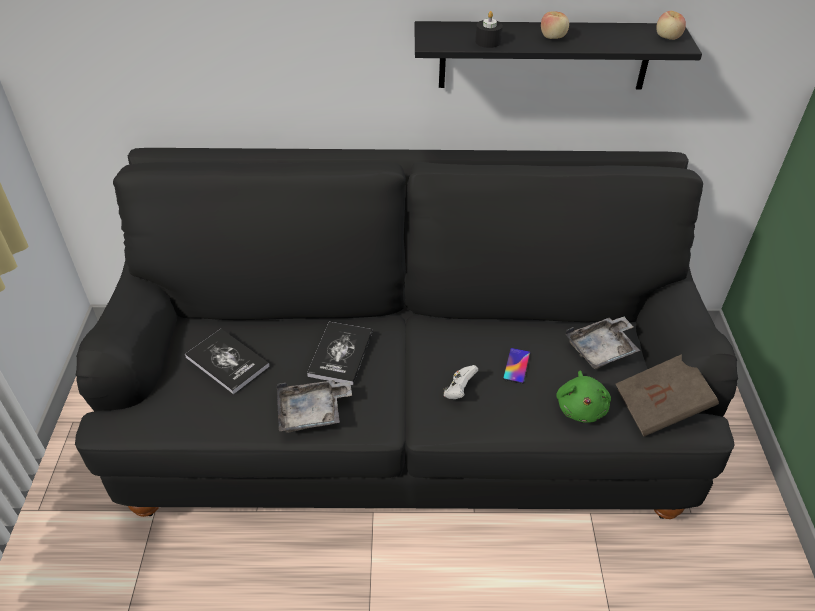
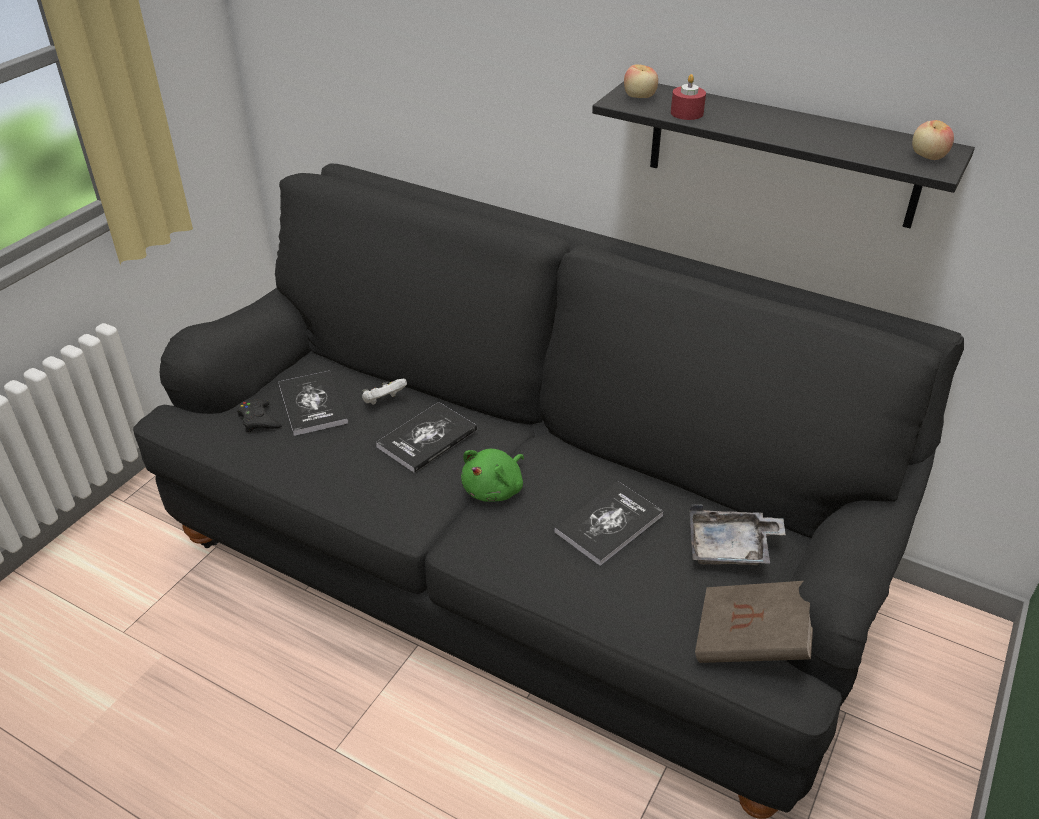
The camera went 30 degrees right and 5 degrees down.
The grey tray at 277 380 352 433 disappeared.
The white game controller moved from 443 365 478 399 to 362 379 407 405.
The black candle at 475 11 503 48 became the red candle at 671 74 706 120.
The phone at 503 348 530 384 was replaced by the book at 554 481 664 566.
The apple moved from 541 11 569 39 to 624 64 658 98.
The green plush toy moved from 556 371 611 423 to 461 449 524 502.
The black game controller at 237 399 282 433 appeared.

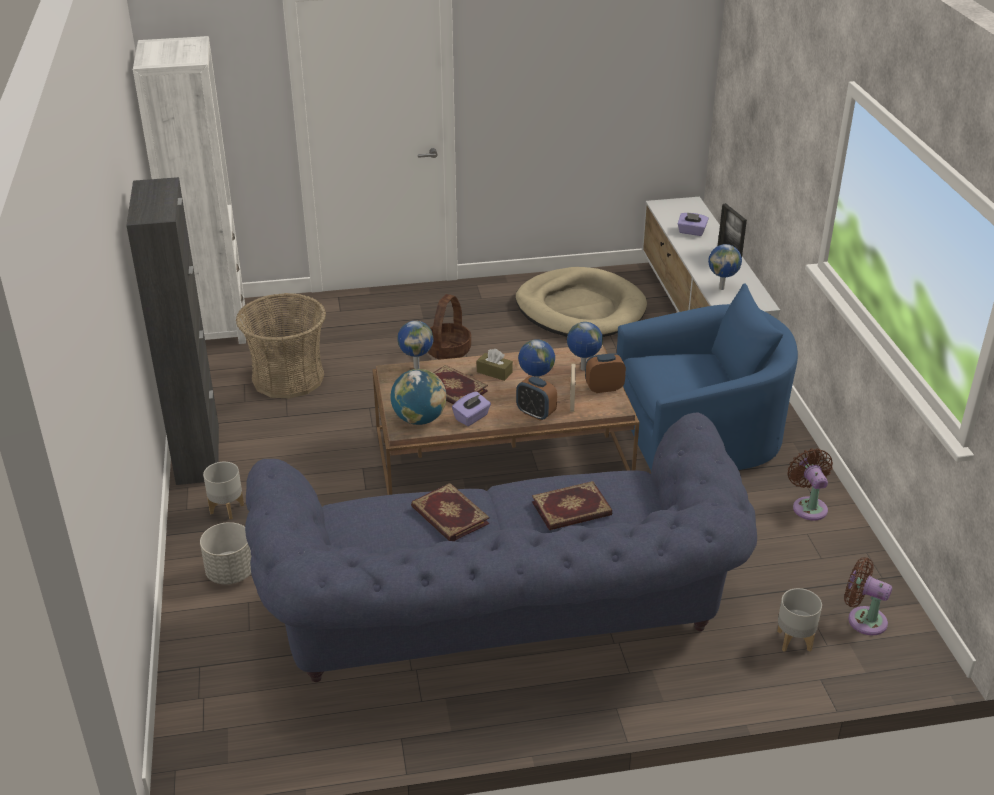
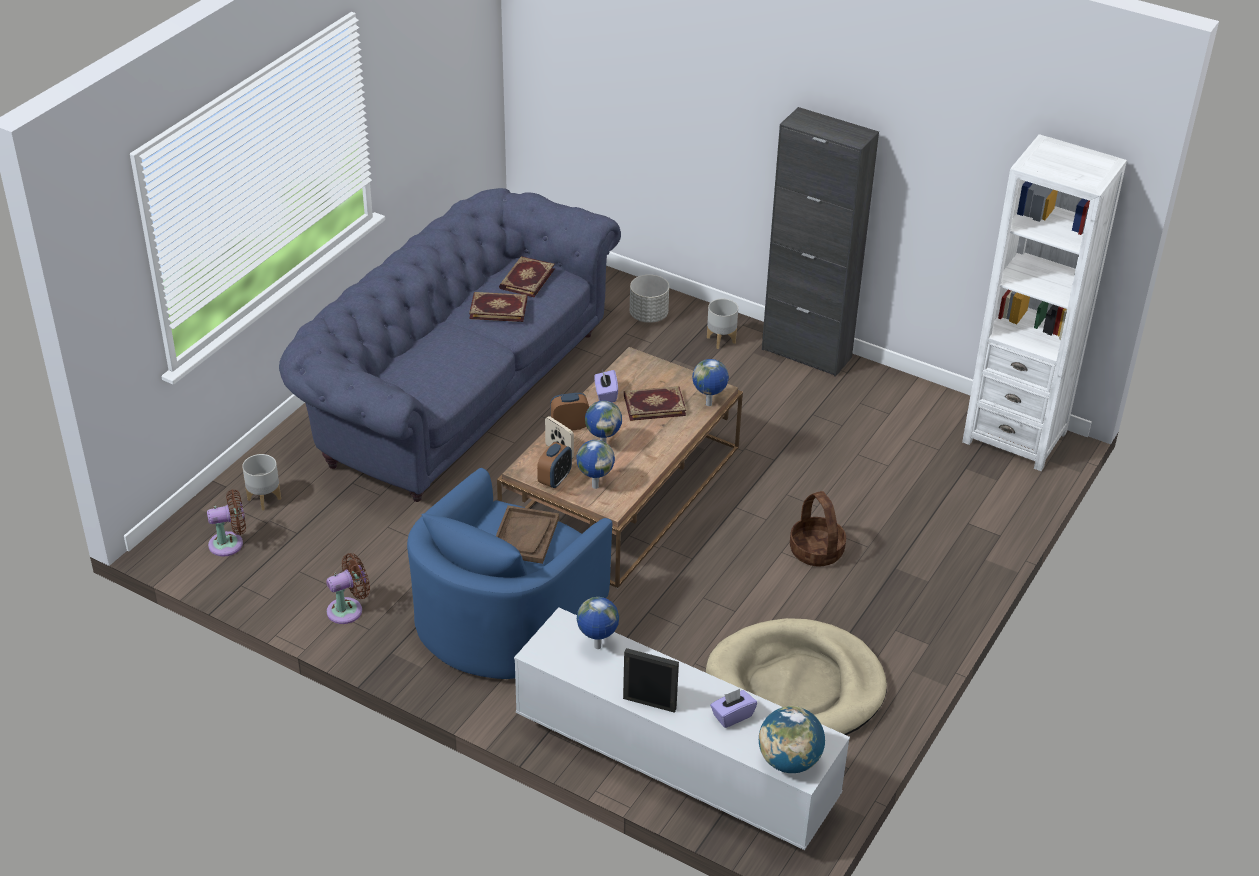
The camera went 130 degrees right and 5 degrees up.
The basket at 236 293 326 399 disappeared.
The globe moved from 391 369 447 425 to 759 706 825 773.
The brown tissue box at 477 349 513 381 disappeared.
The book moved from 532 481 612 530 to 499 256 555 297.
The brown fan at 787 449 833 521 turned 60 degrees counterclockwise.
The brown tray at 496 505 559 564 appeared.

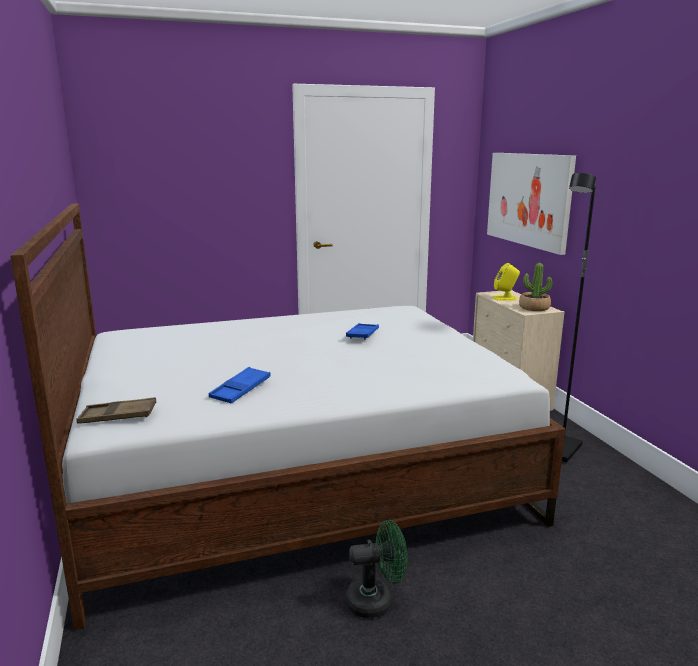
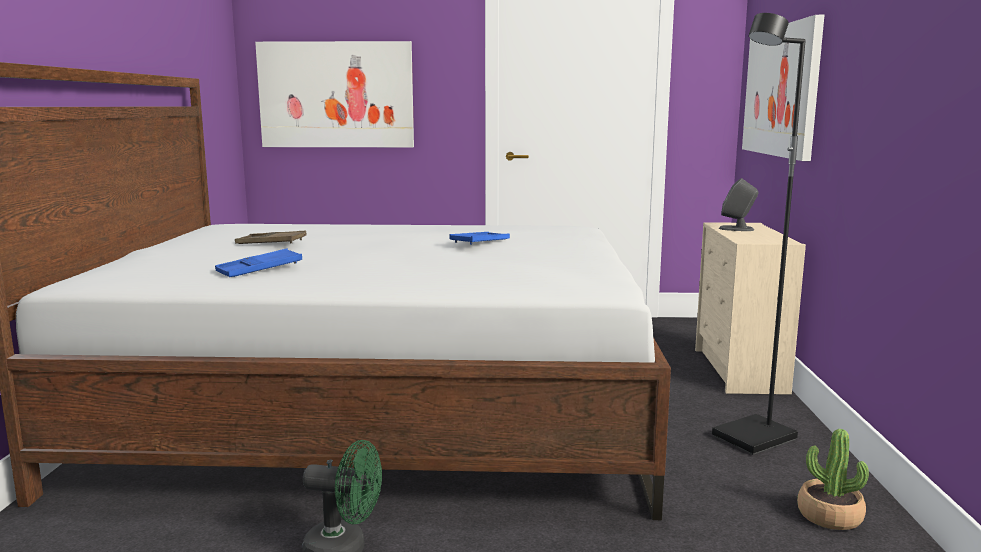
The camera went 20 degrees right and 5 degrees down.
The brown tray moved from 76 397 156 424 to 235 231 306 244.
The yellow speaker at 493 263 520 301 became the grey speaker at 719 178 758 231.
The potted plant moved from 519 263 552 311 to 797 429 869 530.
The picture at 255 41 414 147 appeared.

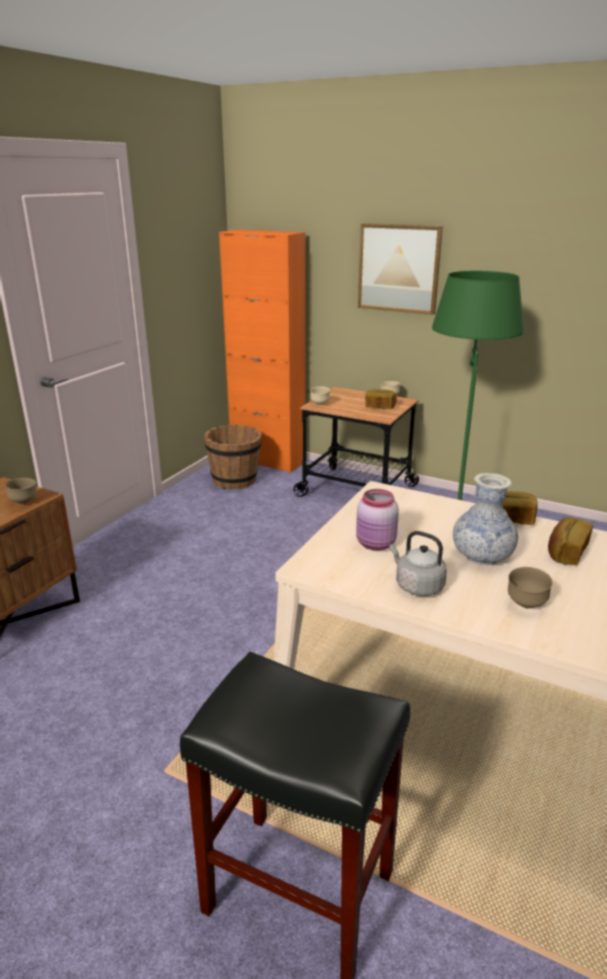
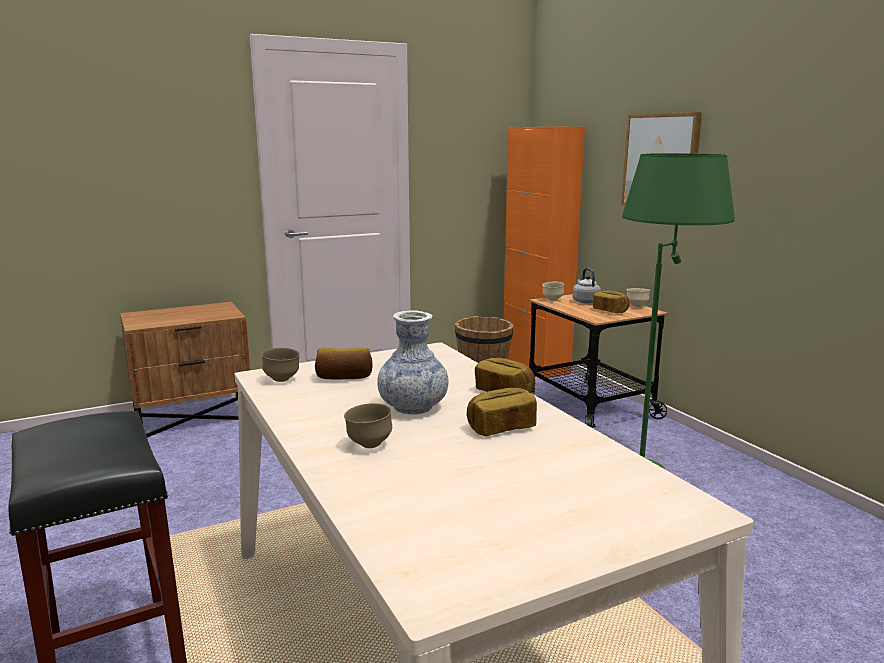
The camera went 35 degrees right and 10 degrees down.
The brown bowl moved from 5 478 37 505 to 262 348 300 382.
The pink jar at 356 489 399 550 was replaced by the bread at 315 348 373 380.
The grey kettle moved from 389 531 447 596 to 573 268 601 303.

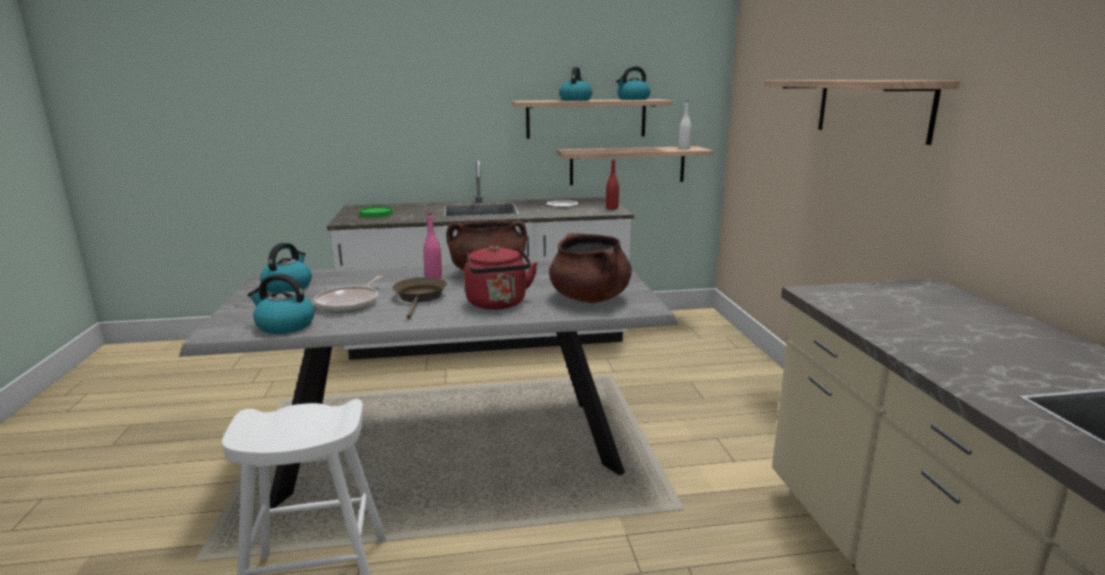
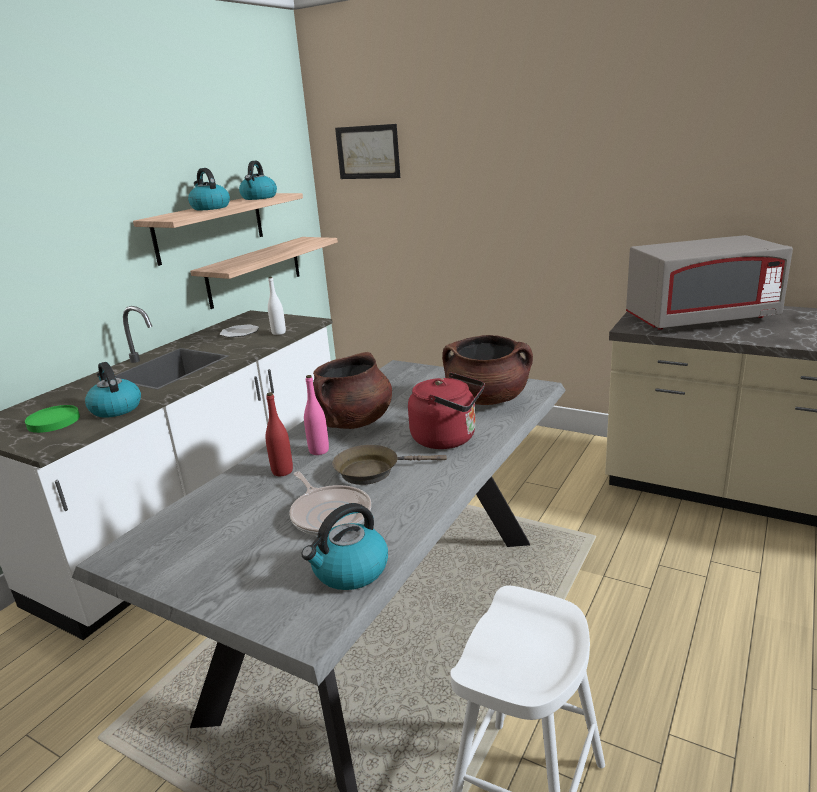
The camera went 50 degrees left and 5 degrees up.
The kettle moved from 260 243 312 293 to 85 362 141 418.
The brown frying pan at 393 277 447 319 turned 45 degrees counterclockwise.
The red bottle moved from 606 159 619 210 to 265 392 293 476.
The white bottle moved from 679 101 692 150 to 268 277 286 335.
The shelf at 764 80 960 145 disappeared.
The picture at 335 124 400 179 appeared.
The grey microwave at 626 235 793 330 appeared.

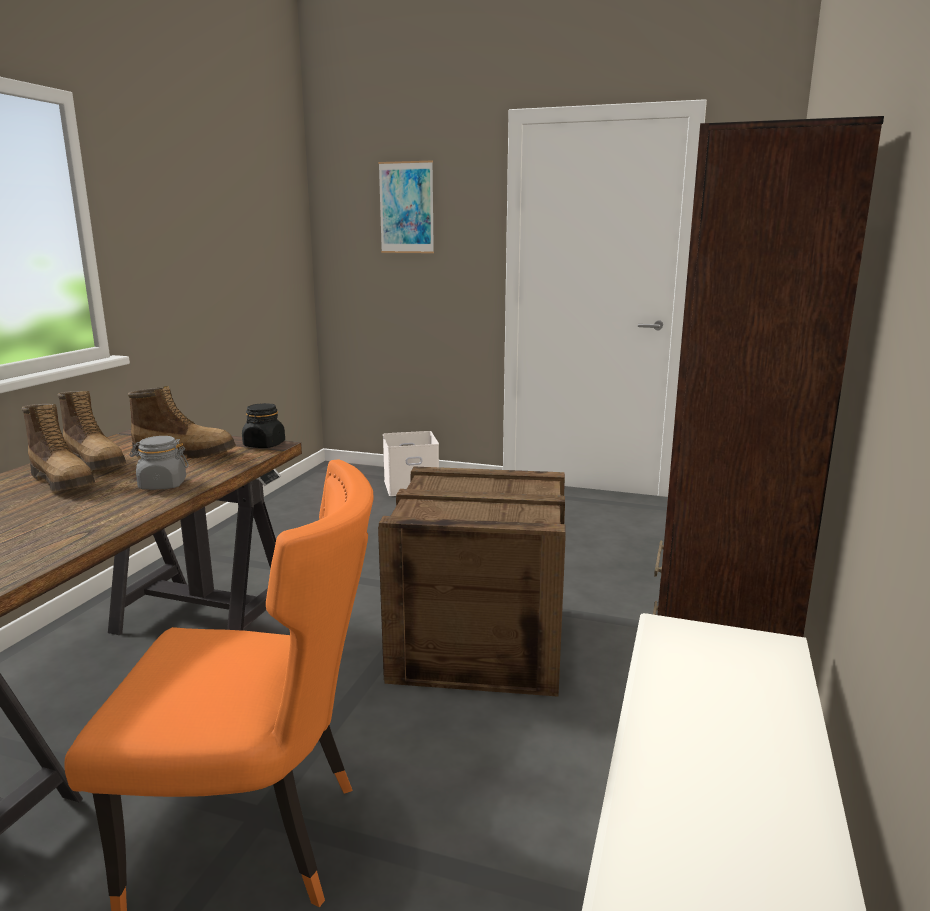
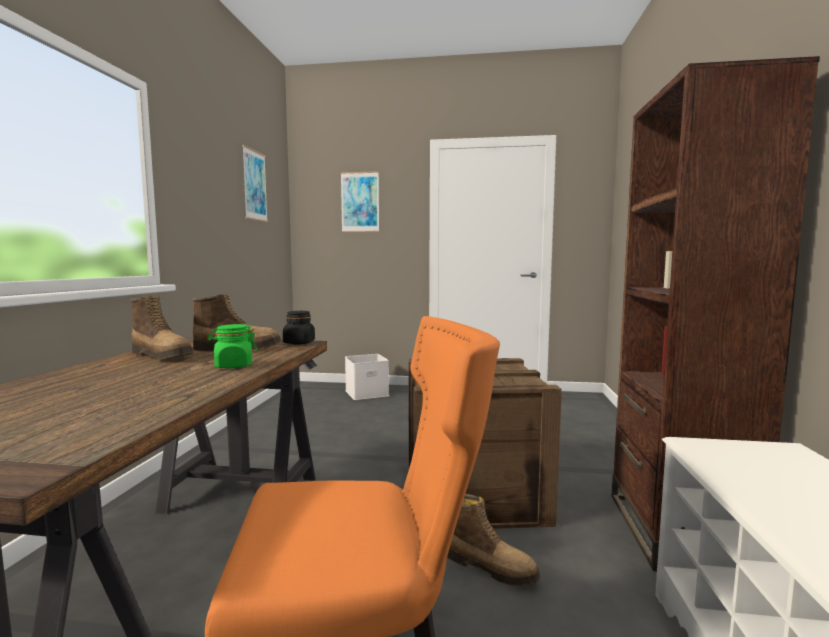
The camera went 10 degrees left and 10 degrees down.
The boot moved from 22 404 95 491 to 447 494 540 586.
The grey jar at 129 436 189 490 became the green jar at 208 324 257 368.
The picture at 242 145 268 222 appeared.

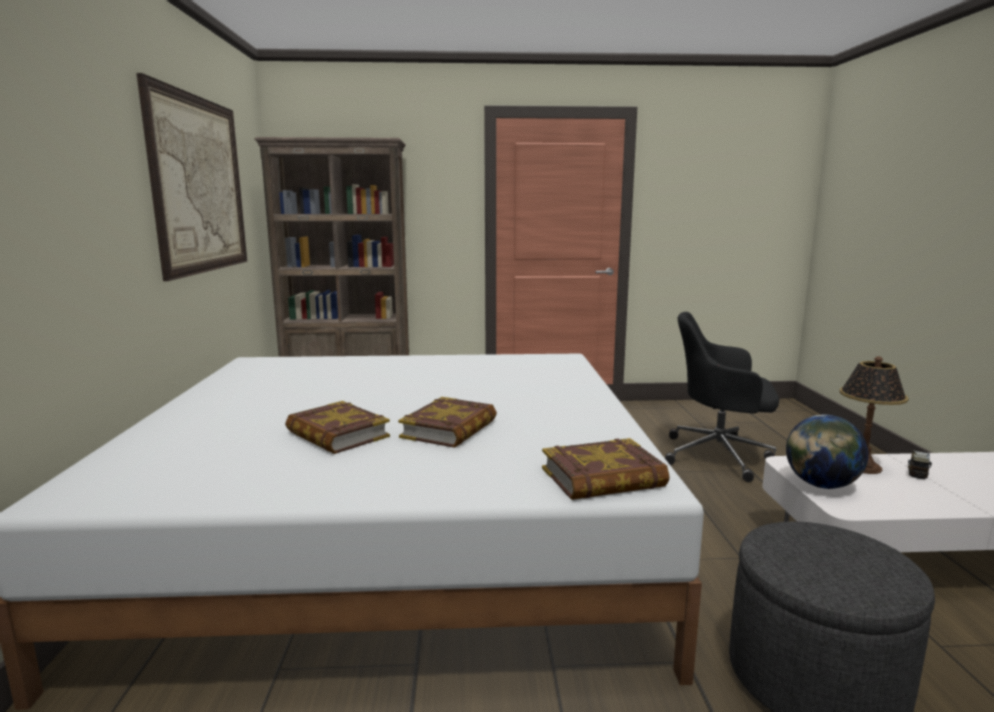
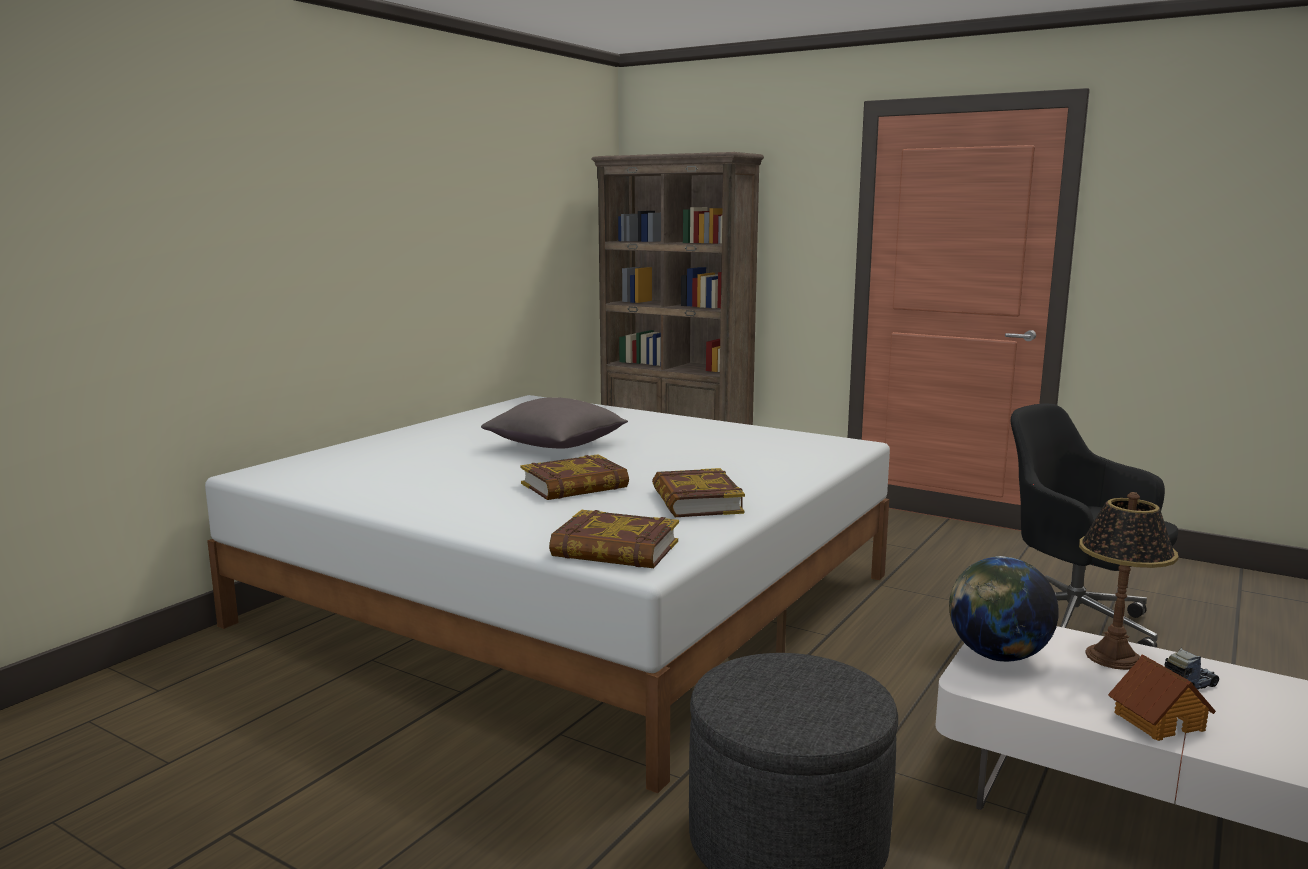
The camera went 35 degrees right and 0 degrees up.
The picture at 136 73 247 281 disappeared.
The book moved from 285 401 390 454 to 652 468 745 517.
The grey pillow at 481 397 628 449 appeared.
The toy house at 1108 654 1216 741 appeared.

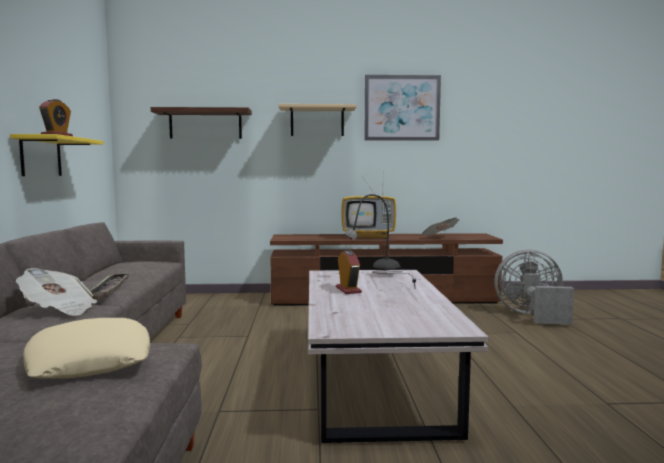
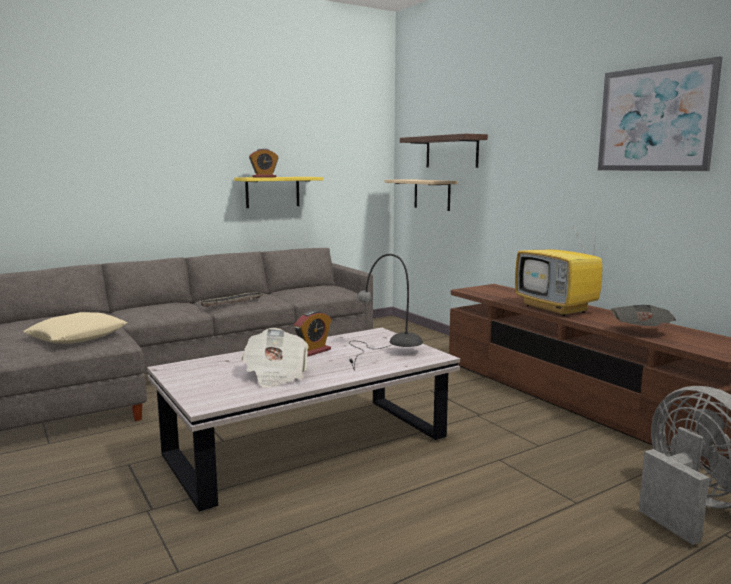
The camera went 60 degrees right and 5 degrees up.
The newspaper moved from 16 268 97 316 to 241 328 309 388.
The beige shelf moved from 278 104 357 136 to 384 179 458 211.

